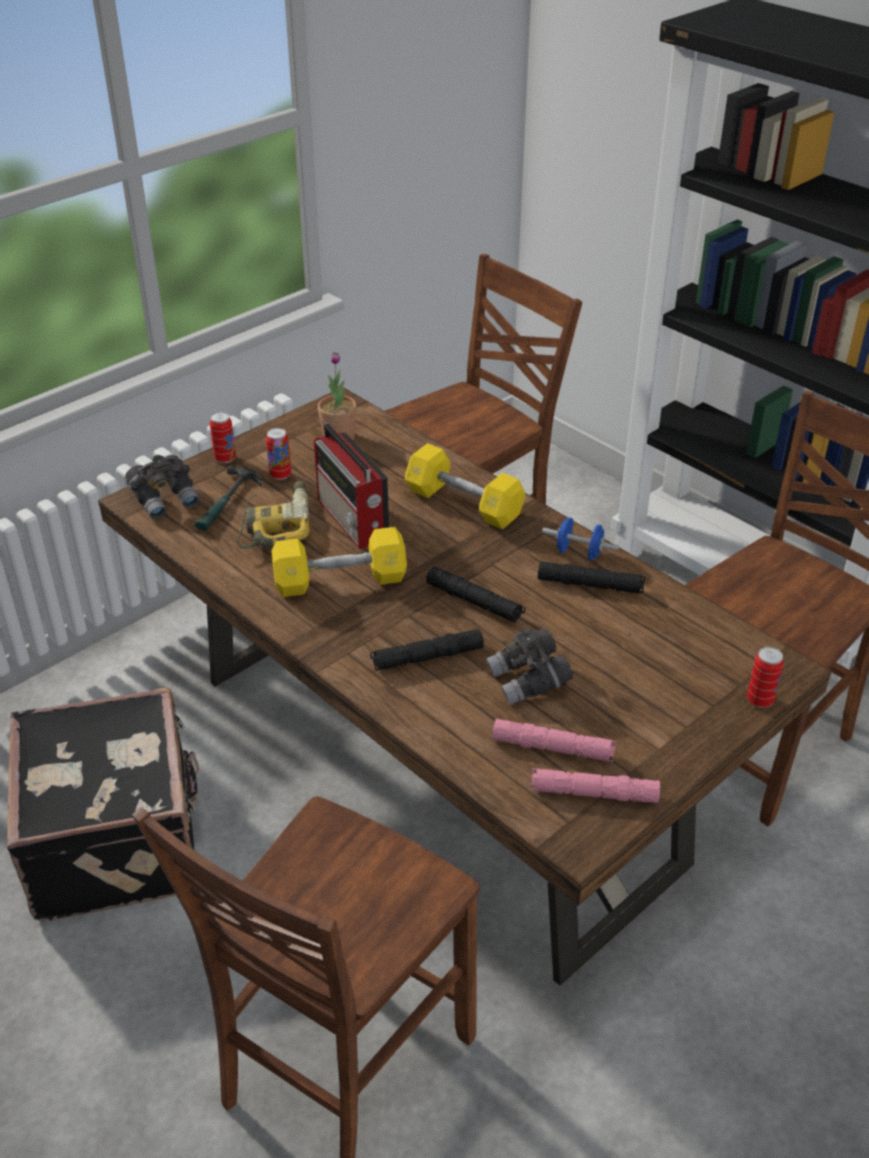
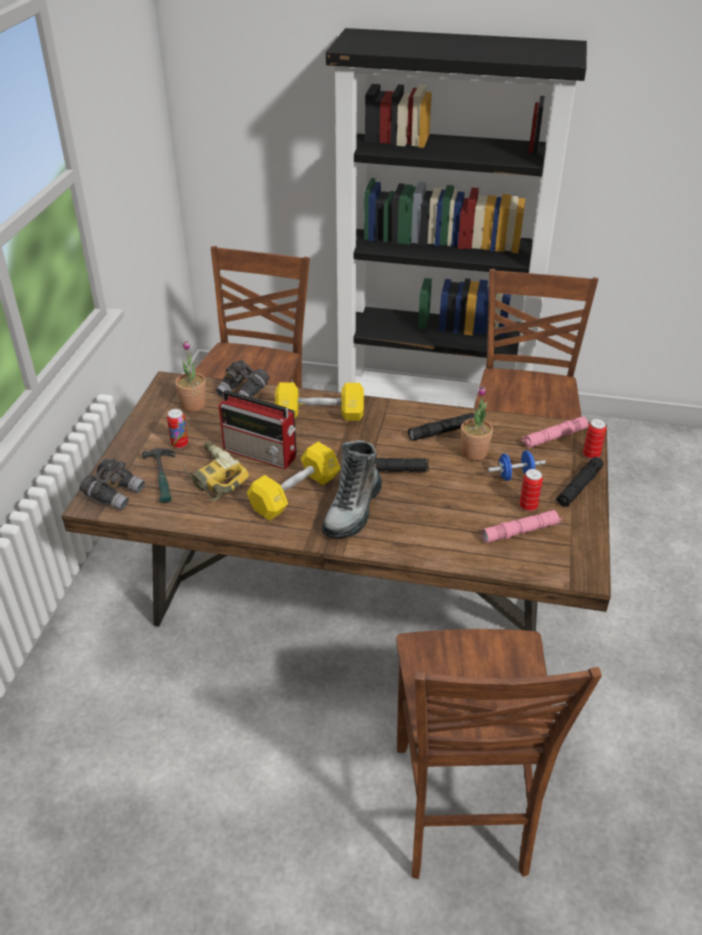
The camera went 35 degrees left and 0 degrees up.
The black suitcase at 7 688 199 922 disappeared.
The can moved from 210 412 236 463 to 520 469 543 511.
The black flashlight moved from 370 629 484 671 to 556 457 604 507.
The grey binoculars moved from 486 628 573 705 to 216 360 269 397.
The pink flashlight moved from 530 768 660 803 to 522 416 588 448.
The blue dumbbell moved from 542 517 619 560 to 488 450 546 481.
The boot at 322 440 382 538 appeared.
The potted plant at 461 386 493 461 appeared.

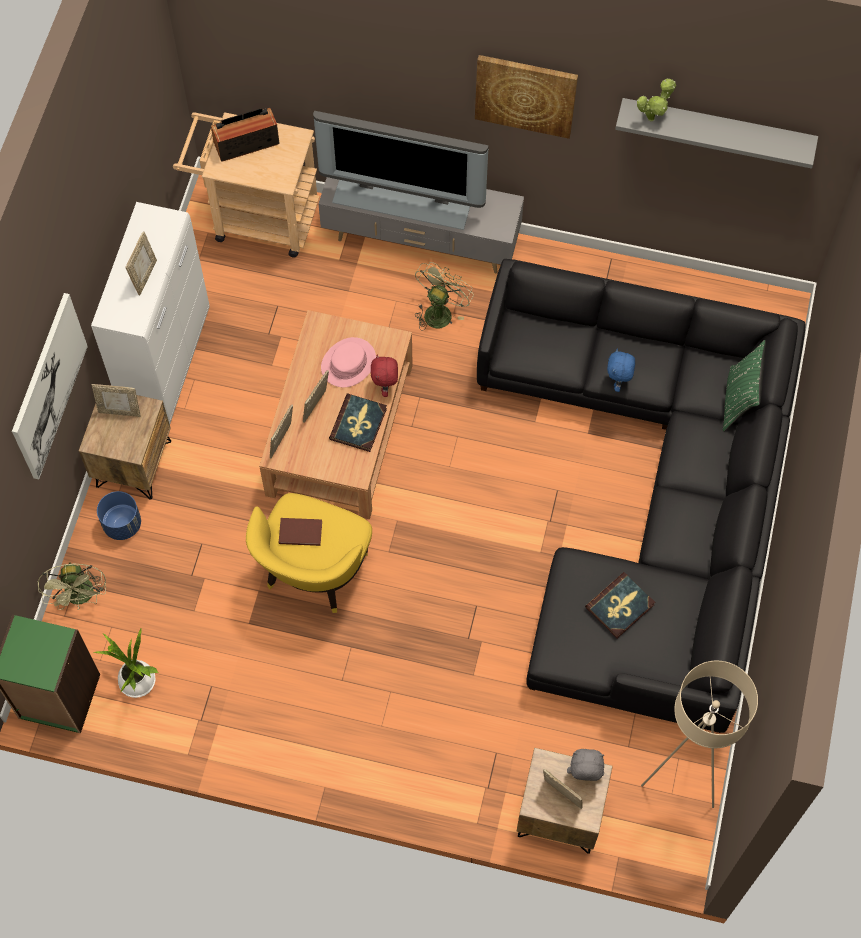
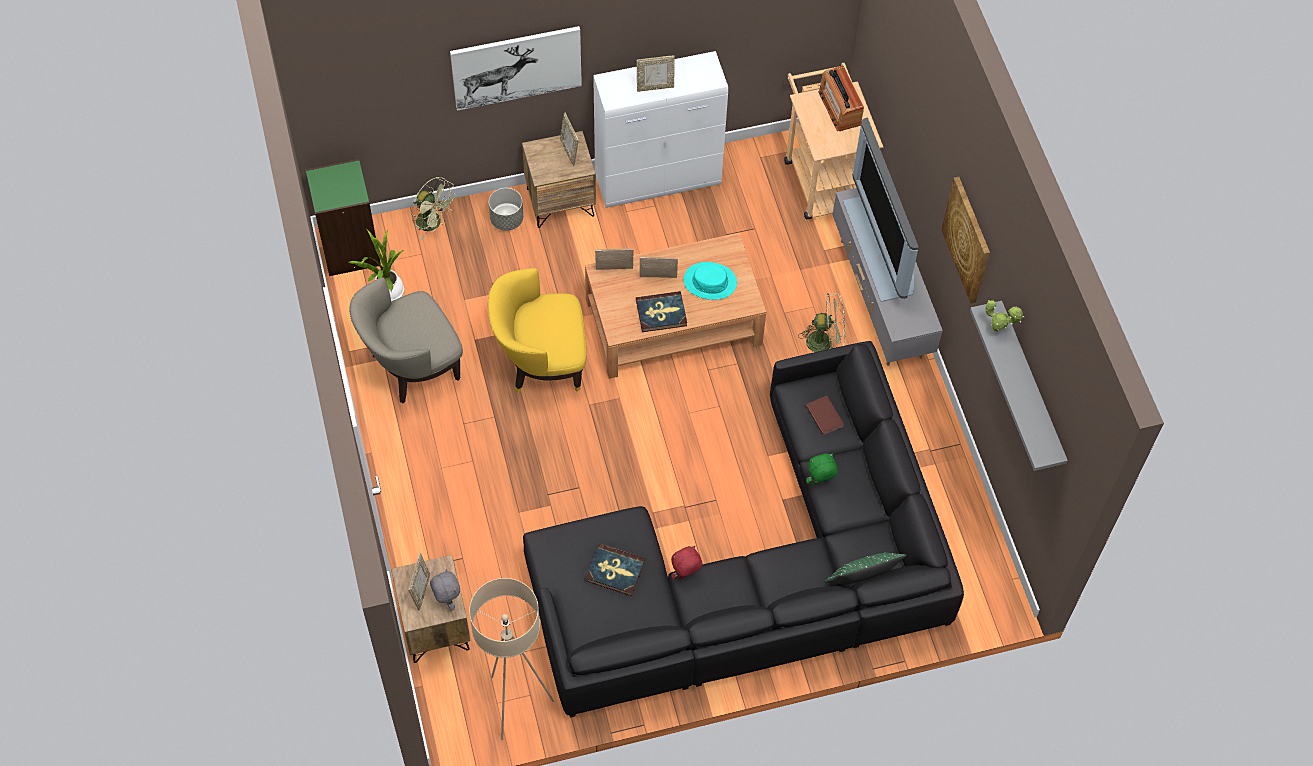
The camera went 60 degrees right and 5 degrees down.
The green fan at 38 562 106 610 turned 105 degrees counterclockwise.
The blue planter at 97 491 141 540 became the grey planter at 489 188 523 231.
The radio at 211 108 280 161 turned 150 degrees counterclockwise.
The brown book moved from 279 518 322 546 to 806 396 844 435.
The pink hat at 321 337 376 387 became the turquoise hat at 684 262 737 300.
The red plush toy moved from 371 354 398 397 to 671 546 702 579.
The blue plush toy at 607 348 635 392 became the green plush toy at 806 453 838 485.
The beige armchair at 350 277 463 404 appeared.

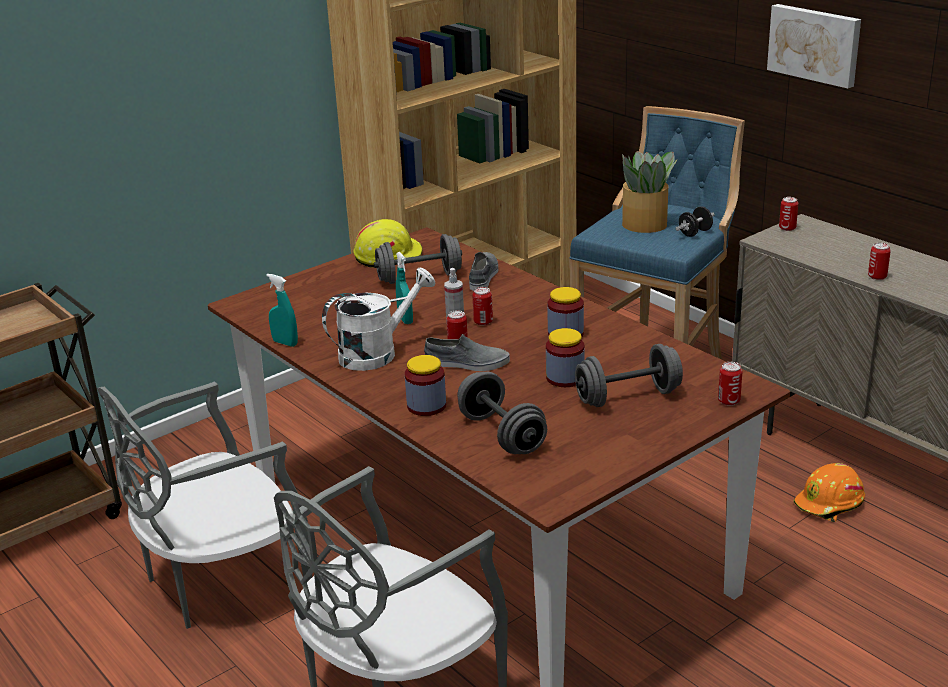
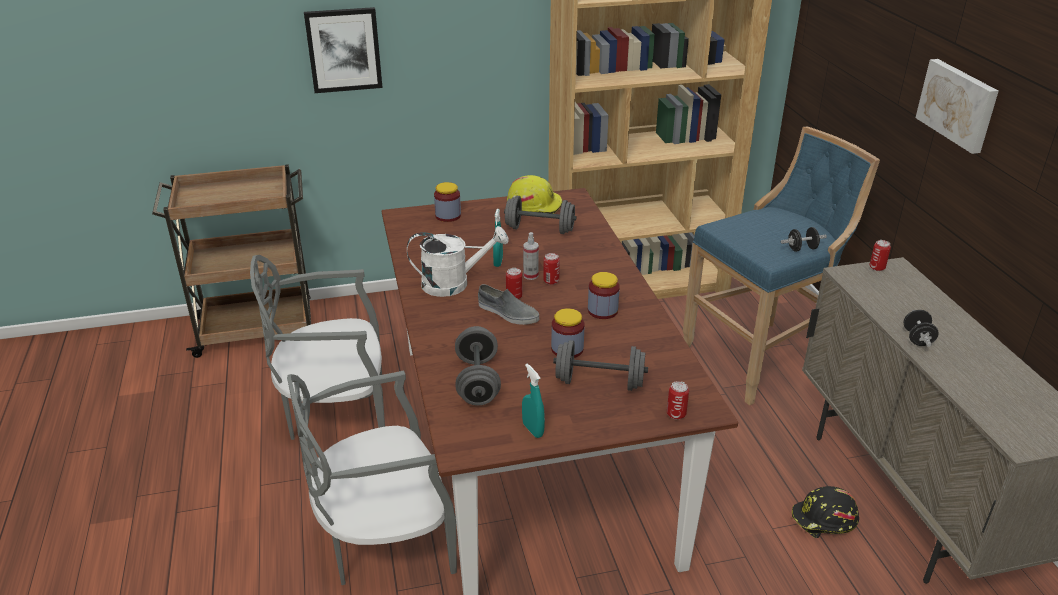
The camera went 25 degrees right and 5 degrees up.
The turquoise spray bottle moved from 266 274 298 347 to 522 364 545 438.
The jar moved from 405 355 446 416 to 434 182 461 222.
The grey shoe at 469 252 498 291 disappeared.
The potted plant at 622 151 678 233 disappeared.
The orange hard hat at 793 463 865 522 became the black hard hat at 792 486 859 538.
The can at 868 243 891 280 was replaced by the black dumbbell at 904 310 939 347.
The picture at 304 7 383 93 appeared.

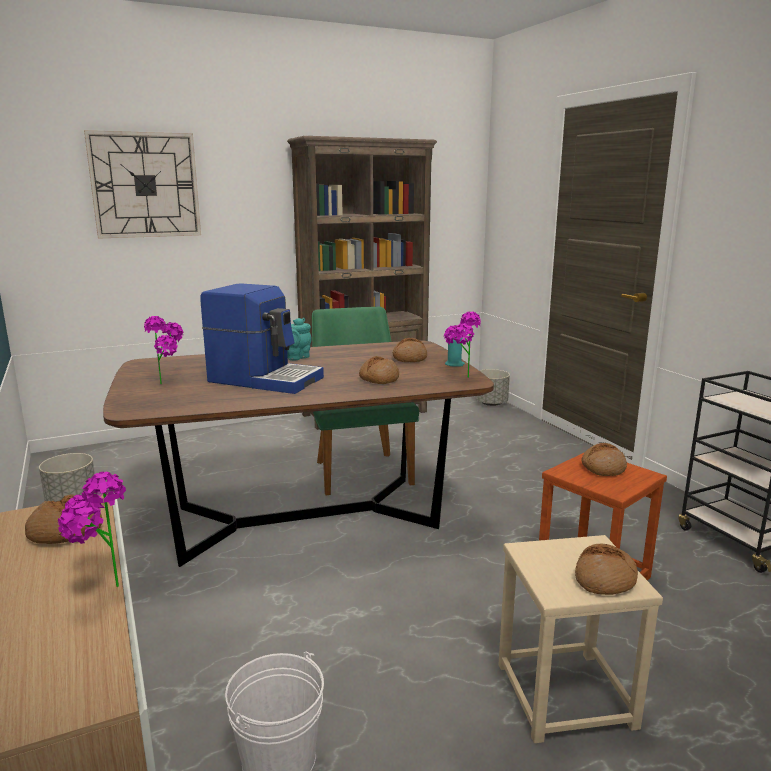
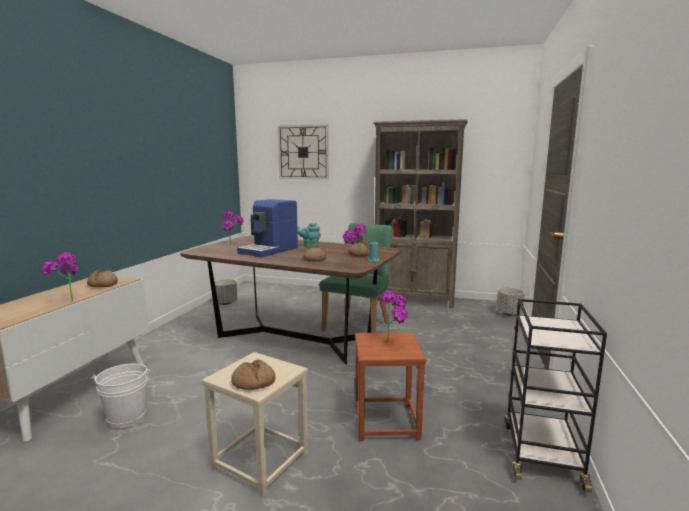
The camera went 40 degrees right and 5 degrees down.
The coffee machine at 200 283 324 394 turned 60 degrees clockwise.
The bread at 581 443 627 476 was replaced by the potted plant at 380 290 408 343.

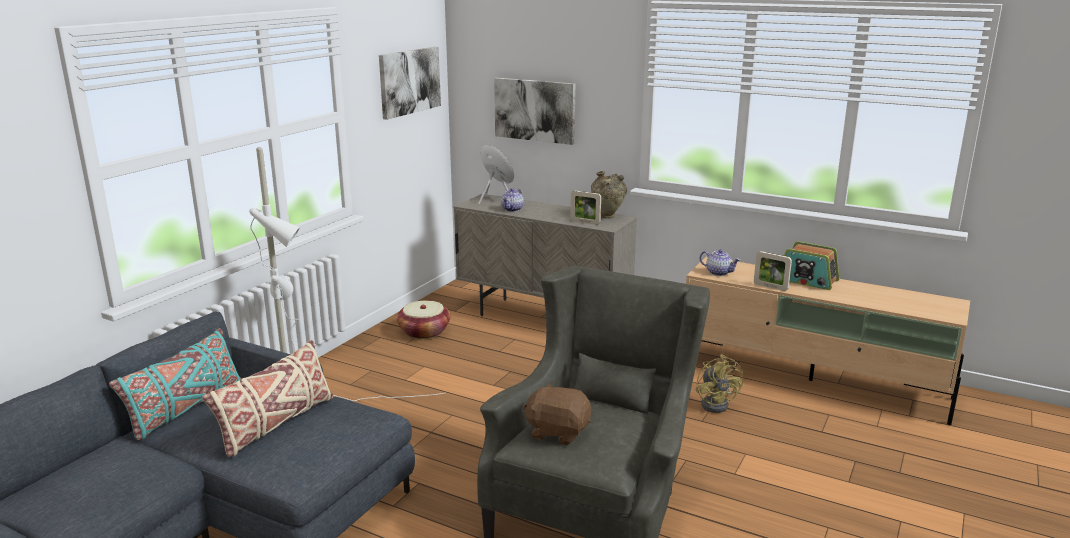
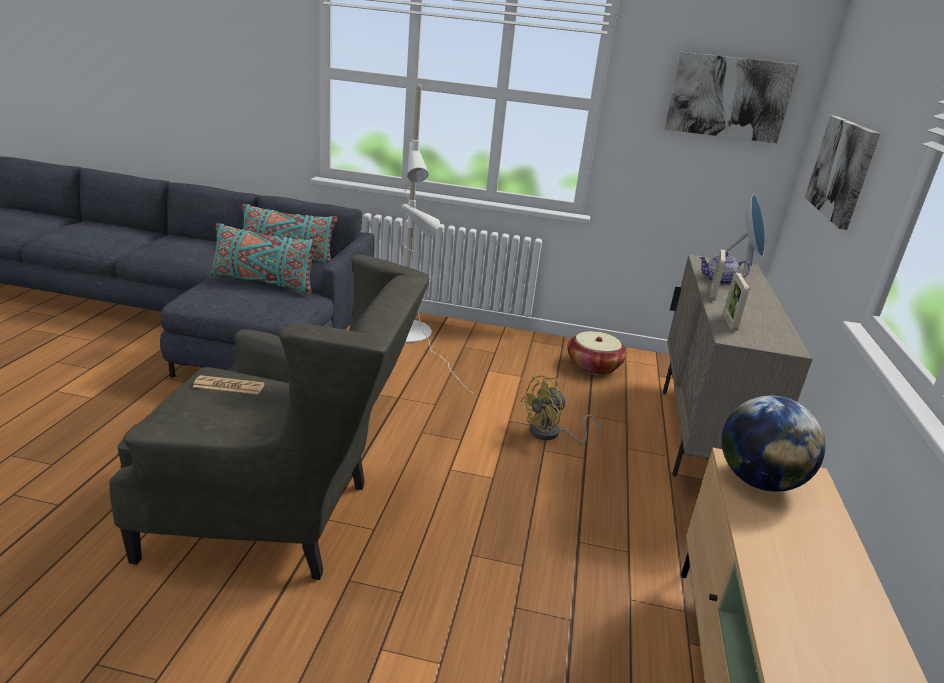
The camera went 70 degrees right and 5 degrees up.
The beige pillow at 202 340 333 457 became the turquoise pillow at 211 223 319 294.
The brown plush toy at 523 383 591 445 was replaced by the newspaper at 193 375 265 394.
The beige vase at 591 171 627 218 disappeared.
The yellow fan moved from 696 354 744 413 to 520 375 600 443.
The teapot at 700 249 740 276 was replaced by the globe at 722 395 825 492.
The picture frame moved from 754 251 792 291 to 710 249 726 301.
The radio at 784 241 839 290 disappeared.

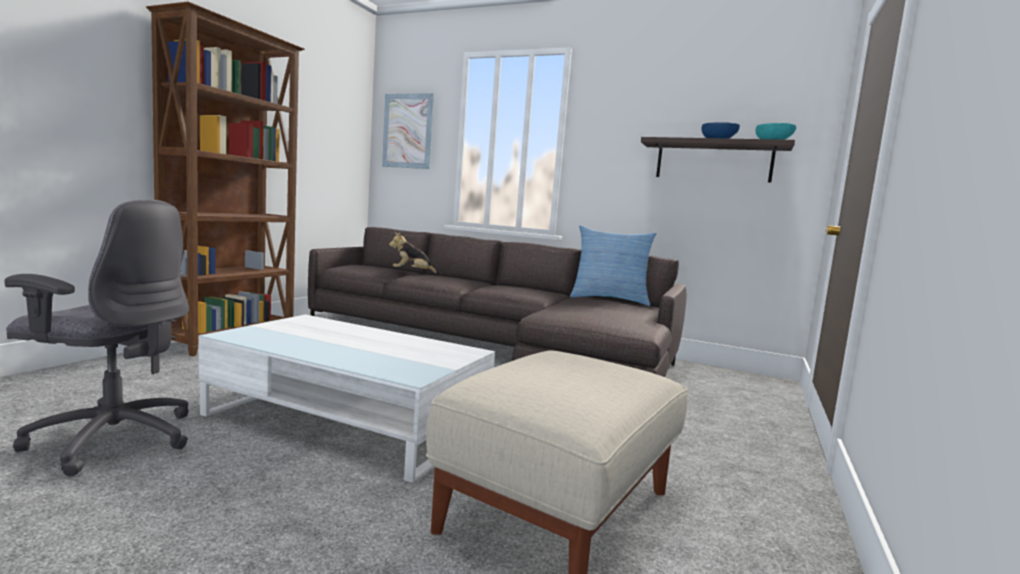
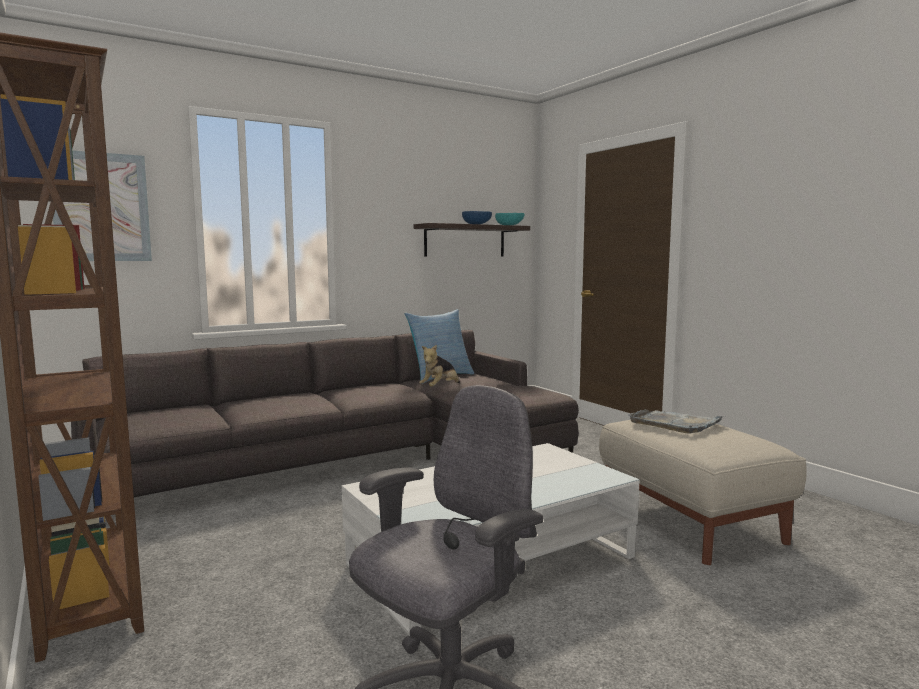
The camera went 55 degrees left and 0 degrees up.
The plush toy moved from 389 232 442 275 to 419 345 460 387.
The grey tray at 628 409 724 434 appeared.

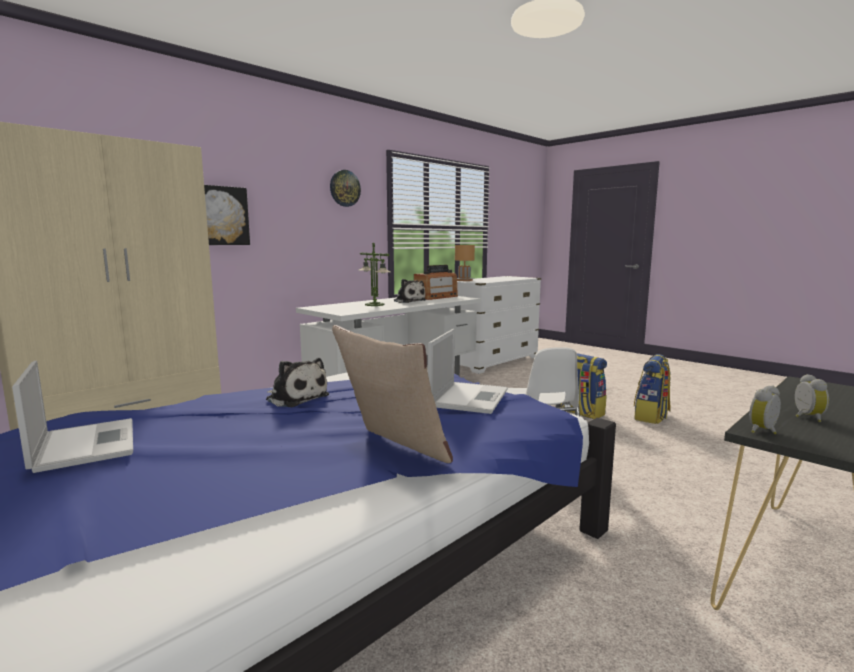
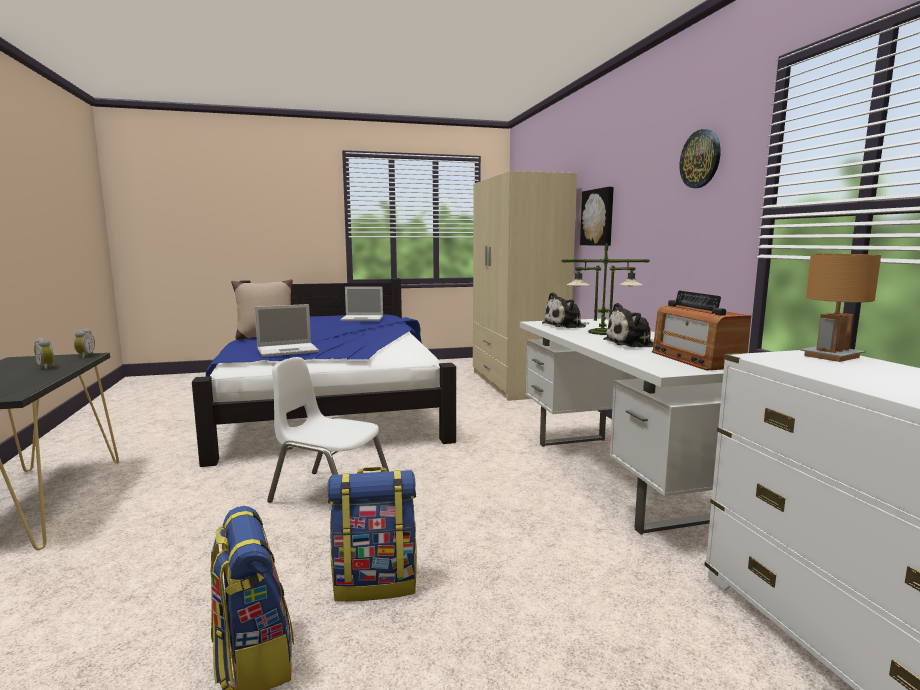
The camera went 120 degrees right and 0 degrees up.
The plush toy moved from 266 358 330 407 to 542 292 589 328.
The laptop at 428 329 508 414 turned 75 degrees counterclockwise.

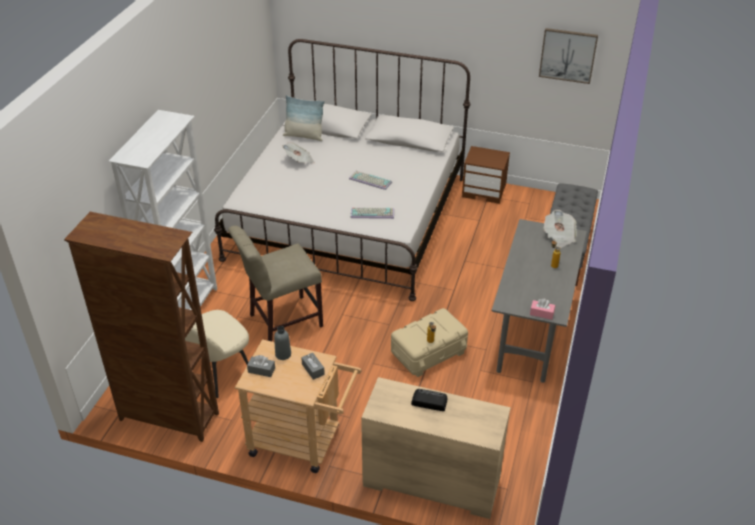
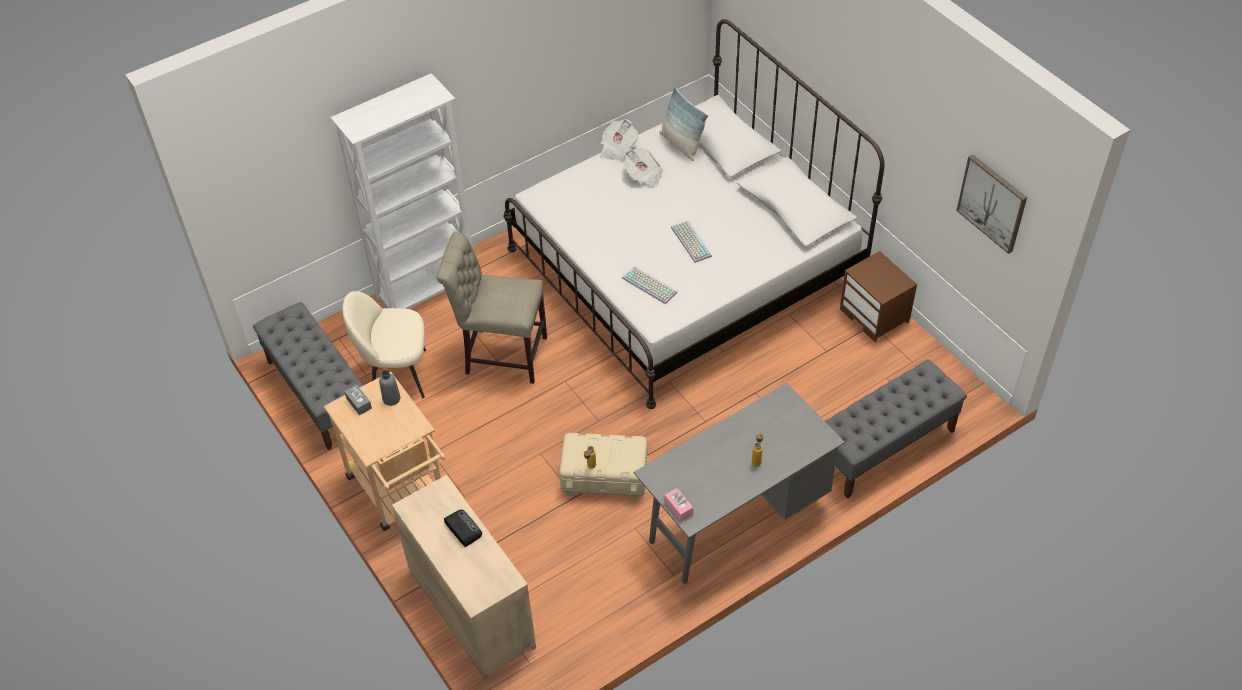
The camera went 40 degrees right and 10 degrees up.
The brown bookcase at 64 212 219 442 was replaced by the grey bench at 253 302 364 450.
The grey tissue box at 301 353 325 380 disappeared.
The newspaper moved from 543 210 577 248 to 600 119 638 160.

